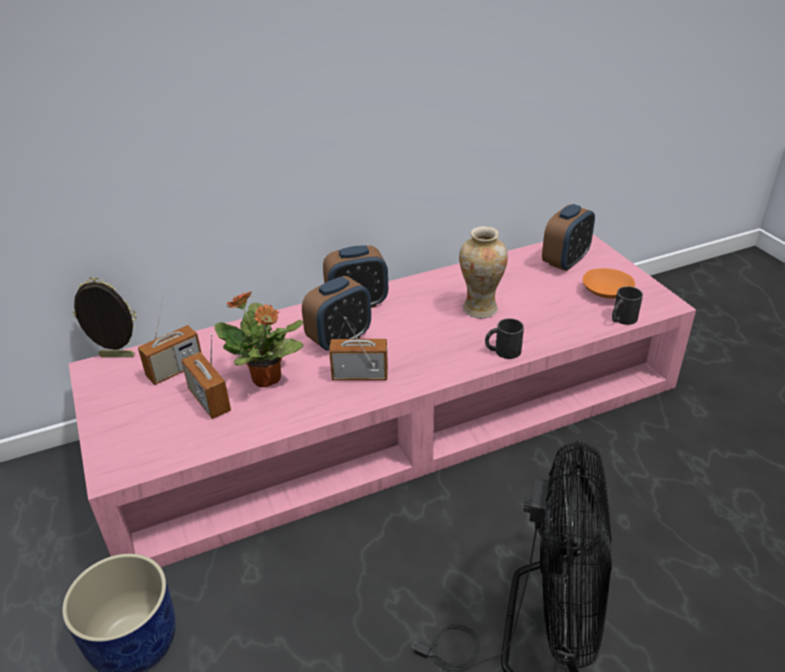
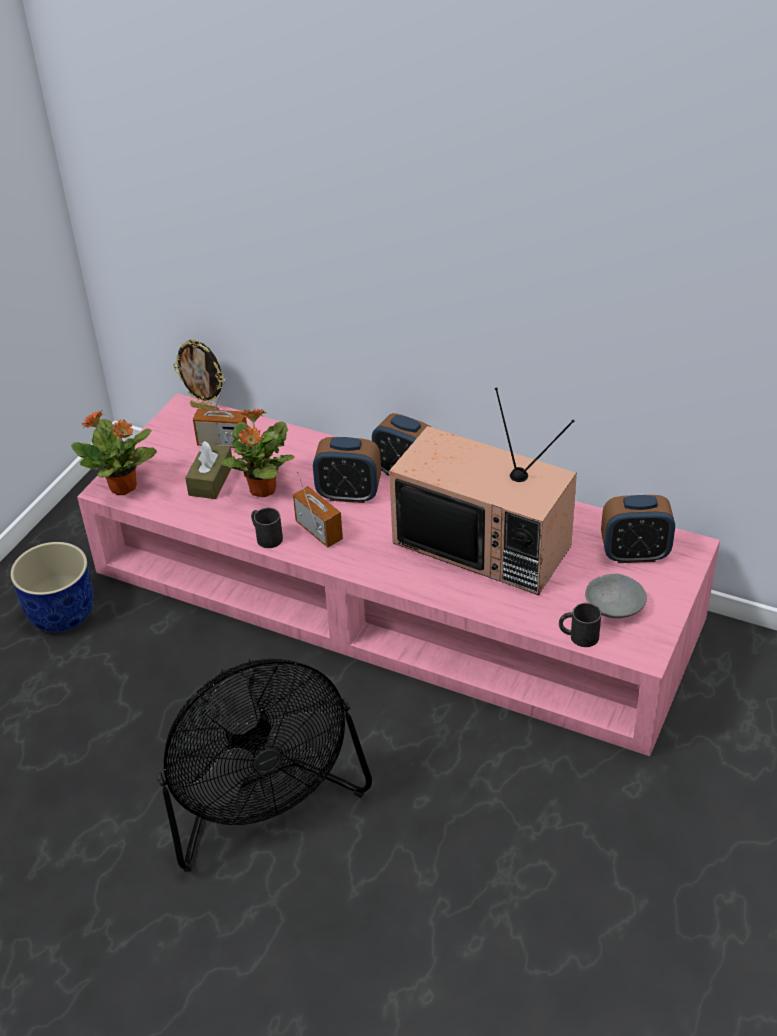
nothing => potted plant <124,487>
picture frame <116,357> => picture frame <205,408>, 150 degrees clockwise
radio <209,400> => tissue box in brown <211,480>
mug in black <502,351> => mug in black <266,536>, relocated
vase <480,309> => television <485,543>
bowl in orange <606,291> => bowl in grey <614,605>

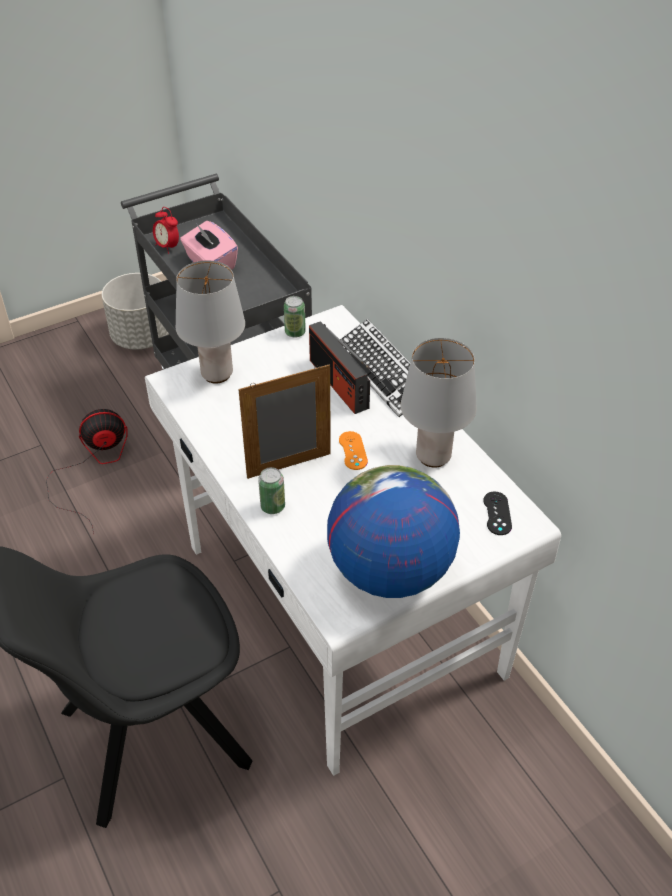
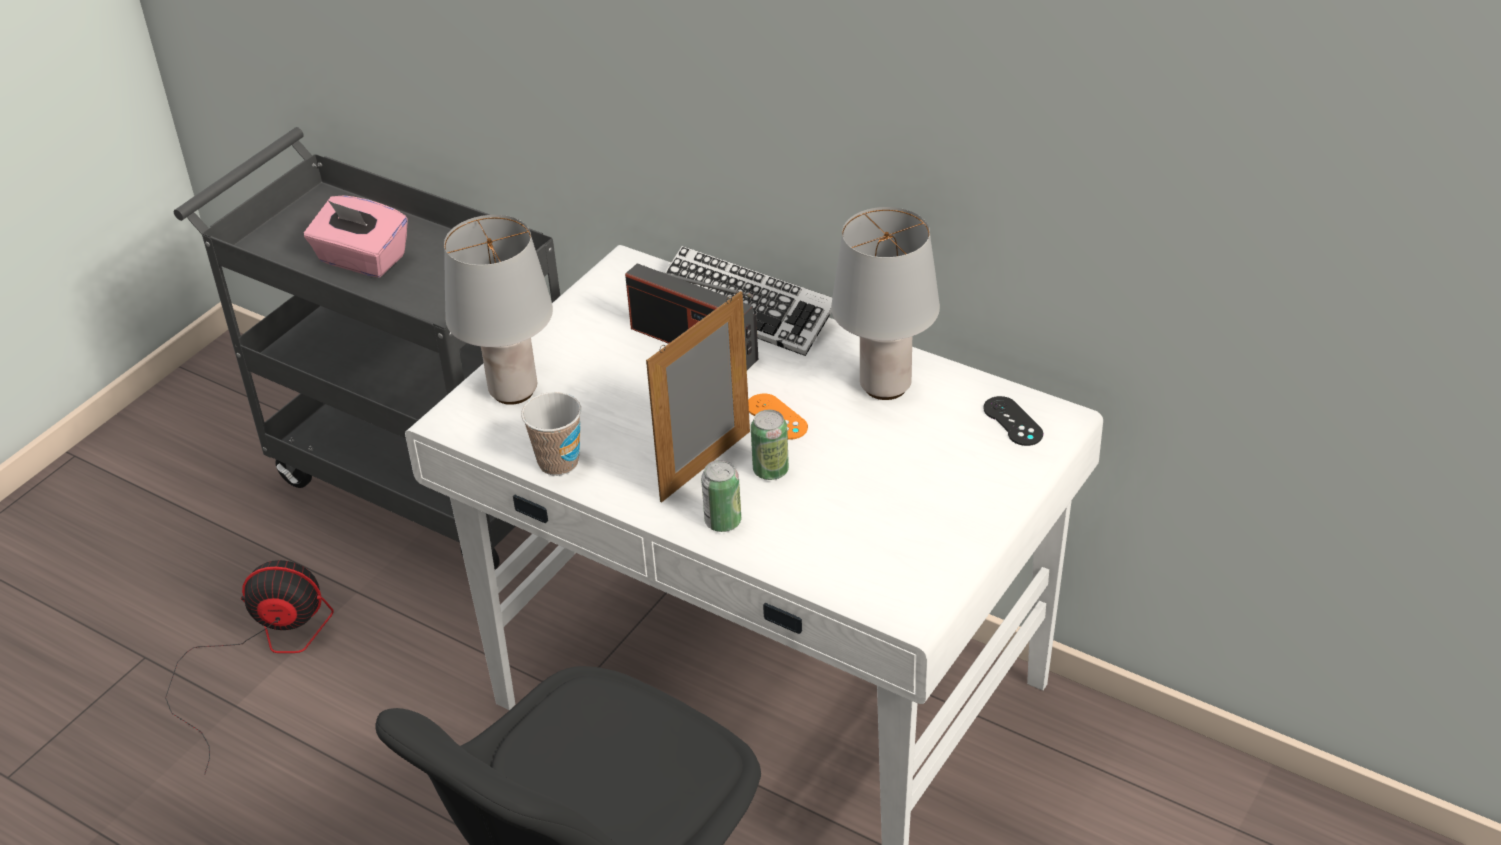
fan <93,467> => fan <259,655>, 45 degrees clockwise
nothing => cup <558,462>
can <295,332> => can <770,470>, relocated
planter in grey <140,337> => nothing
alarm clock <167,247> => nothing
globe <389,571> => nothing

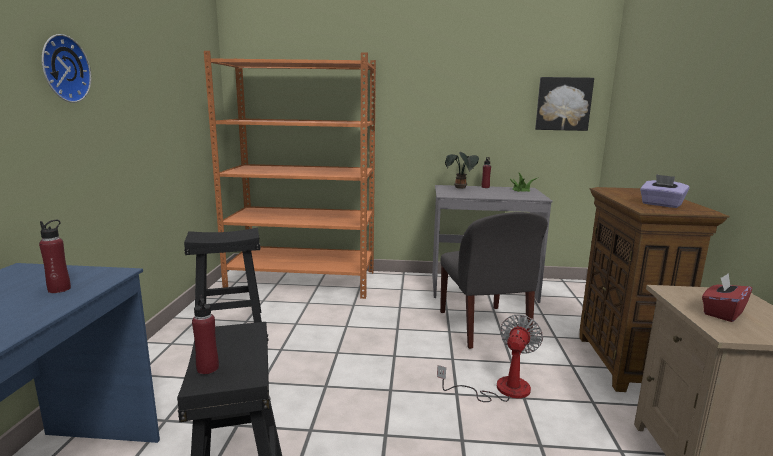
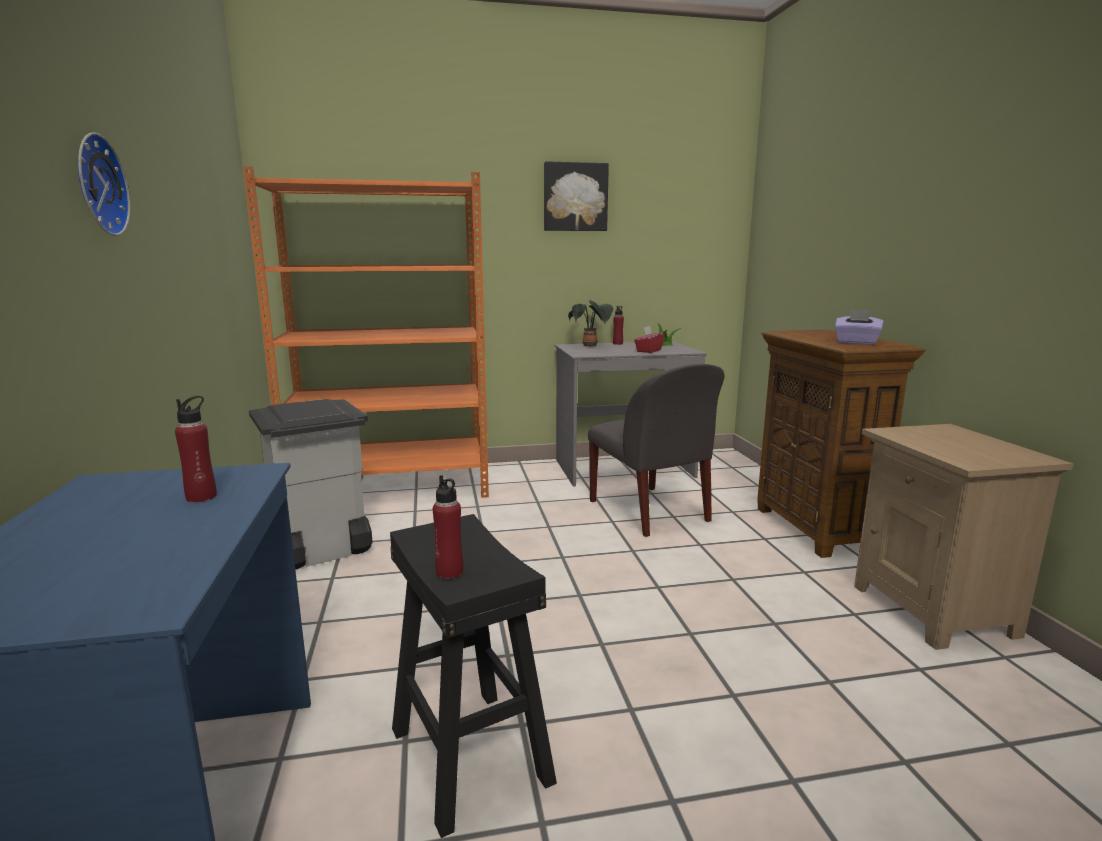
stool in black <229,324> => trash can in grey <320,550>
picture <563,104> => picture <575,197>, relocated
tissue box in red <722,313> => tissue box in red <648,351>, relocated
fan <501,389> => nothing

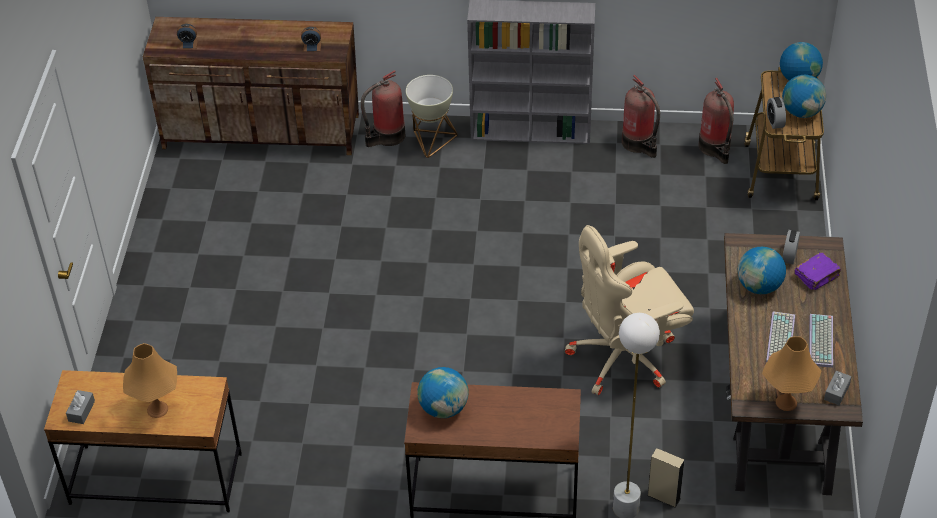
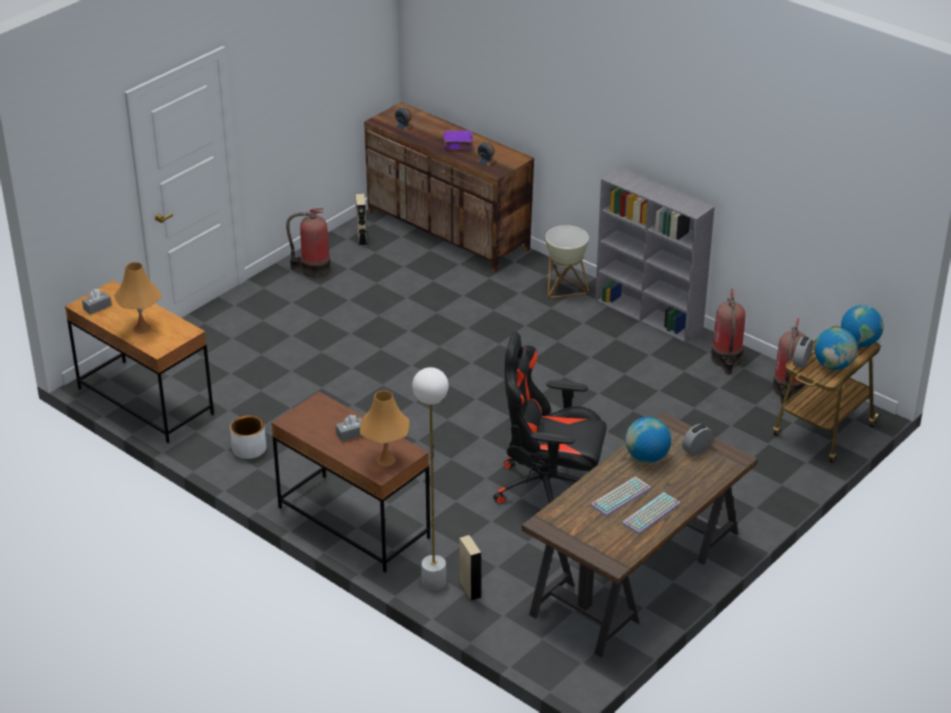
nothing => planter in white <249,449>
fire extinguisher <387,136> => fire extinguisher <313,269>, relocated
tissue box in grey <836,392> => tissue box in grey <351,434>, relocated
nothing => speaker in beige <362,239>
table lamp in orange <786,402> => table lamp in orange <385,460>, relocated
book in purple <817,276> => book in purple <458,146>, relocated
office chair in beige <629,355> => office chair in black <552,490>
globe <444,408> => nothing

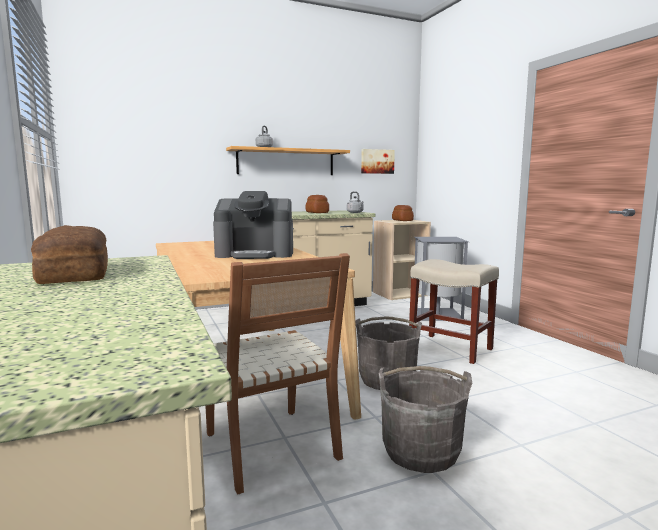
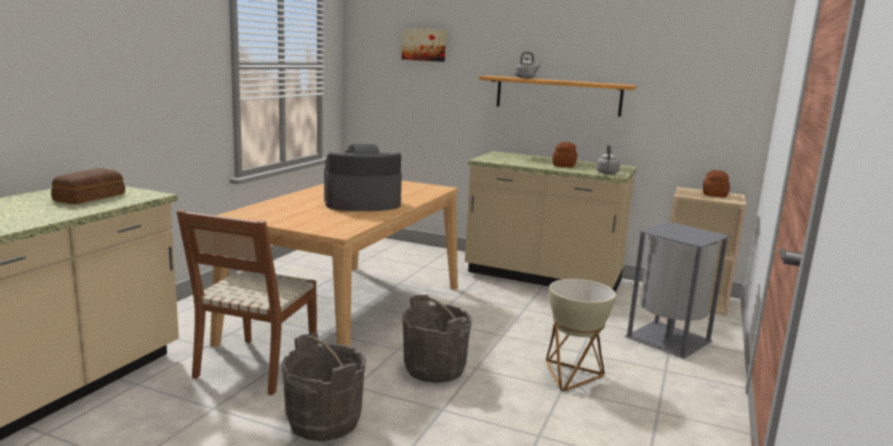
coffee machine <255,254> => coffee machine <362,203>, 120 degrees clockwise
picture <377,161> => picture <424,45>, relocated
stool in beige <451,348> => planter <572,376>

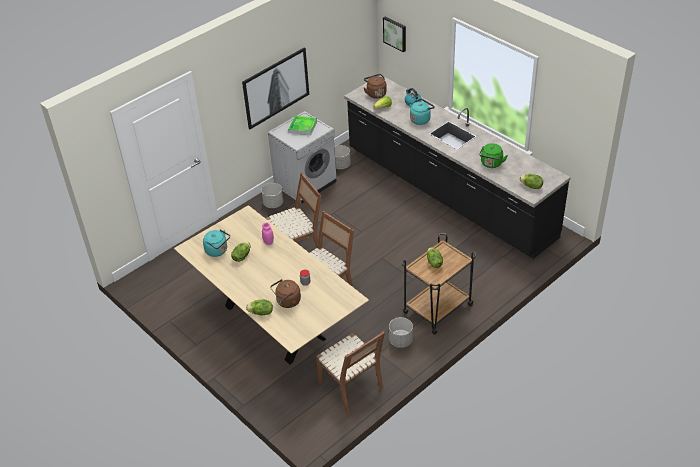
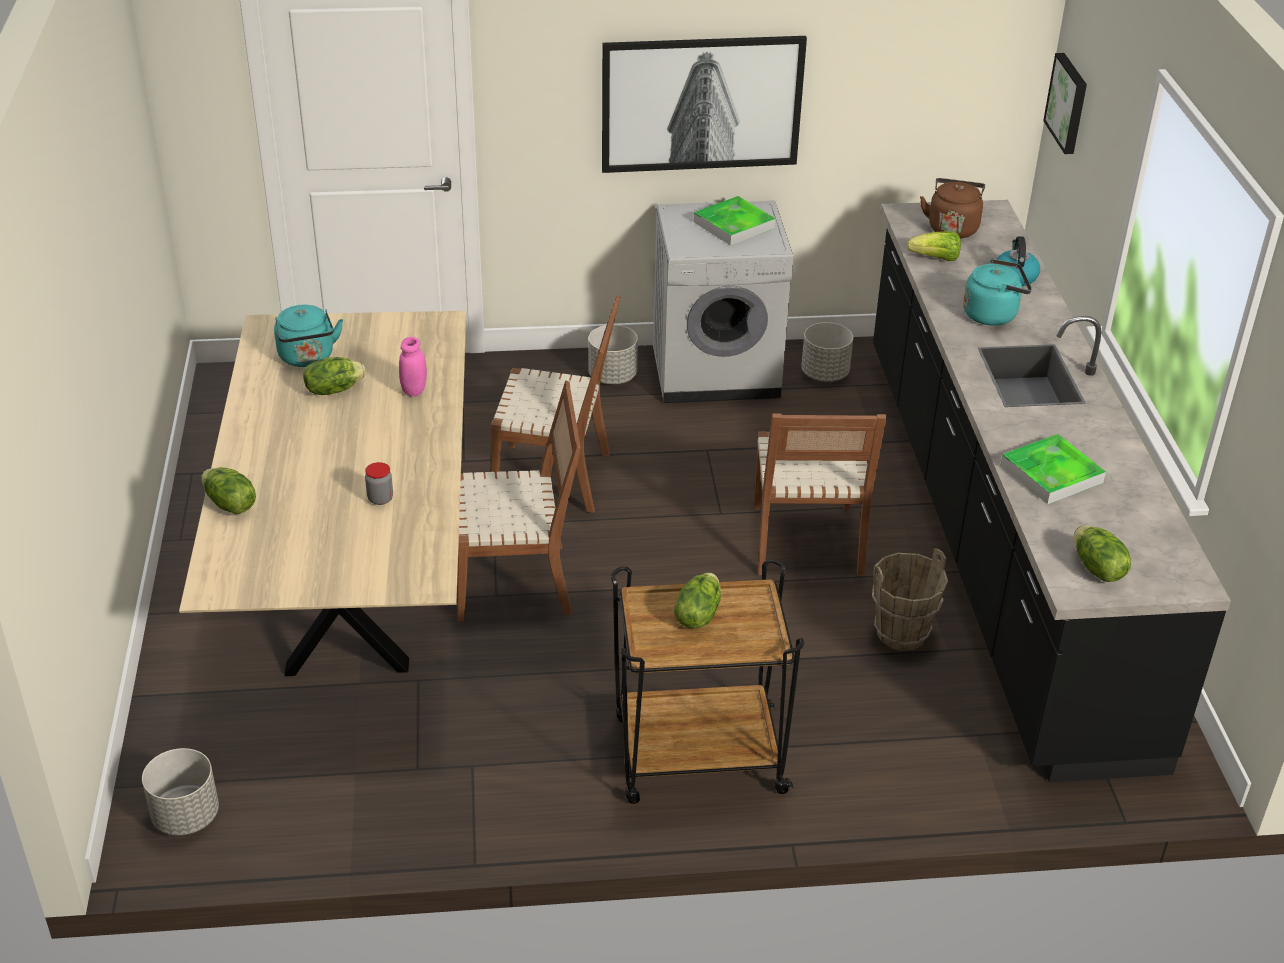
planter in grey <400,341> => planter in grey <186,816>, relocated
chair <352,388> => chair <806,545>, relocated
nothing => bucket in brown <902,634>
kettle in green <491,164> => tray <1051,474>
kettle in brown <287,302> => nothing

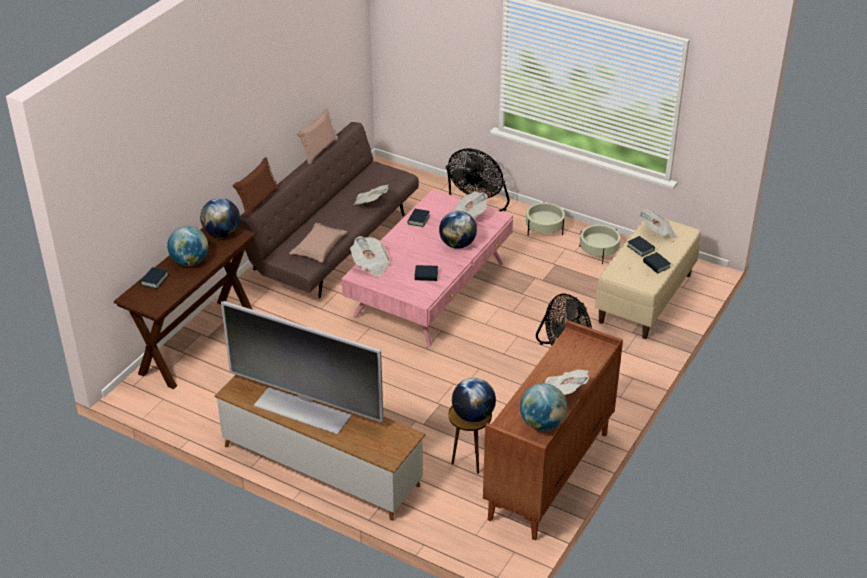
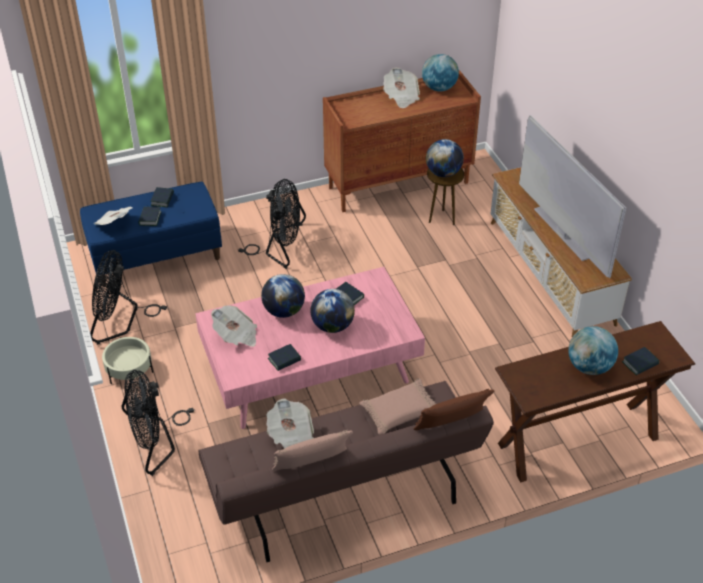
bench in beige <645,298> => bench in blue <156,256>
planter in beige <598,252> => fan in black <123,317>
globe <222,233> => globe <332,326>, relocated
newspaper <371,265> => nothing

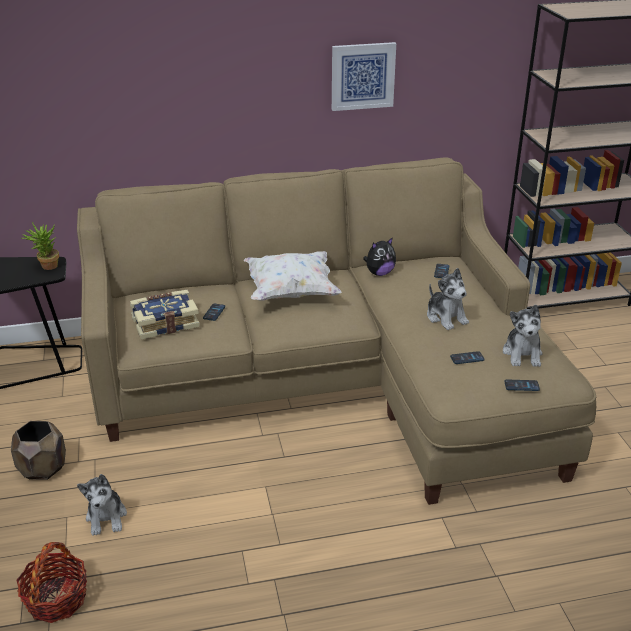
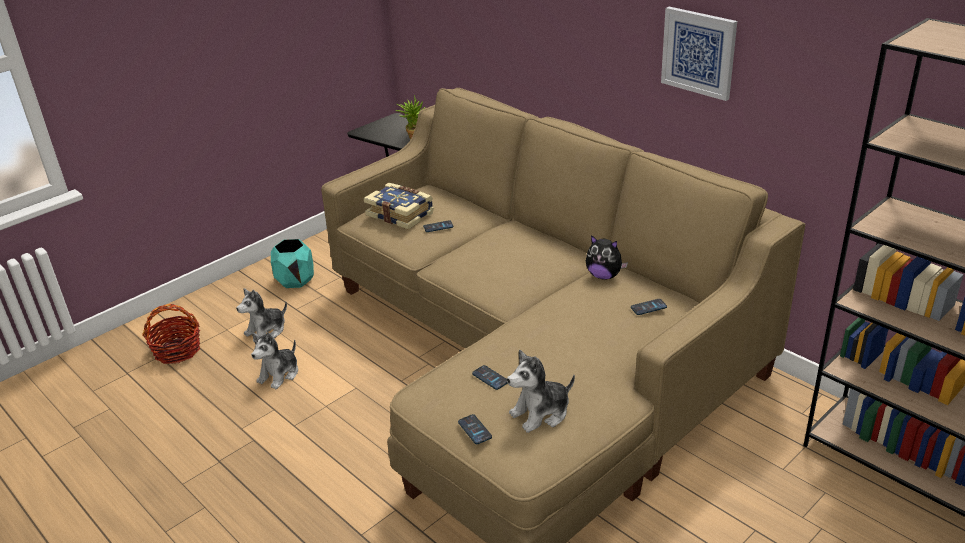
plush toy <446,317> => plush toy <279,374>, relocated
planter in brown <42,469> => planter in turquoise <295,280>
pillow in white <291,292> => nothing

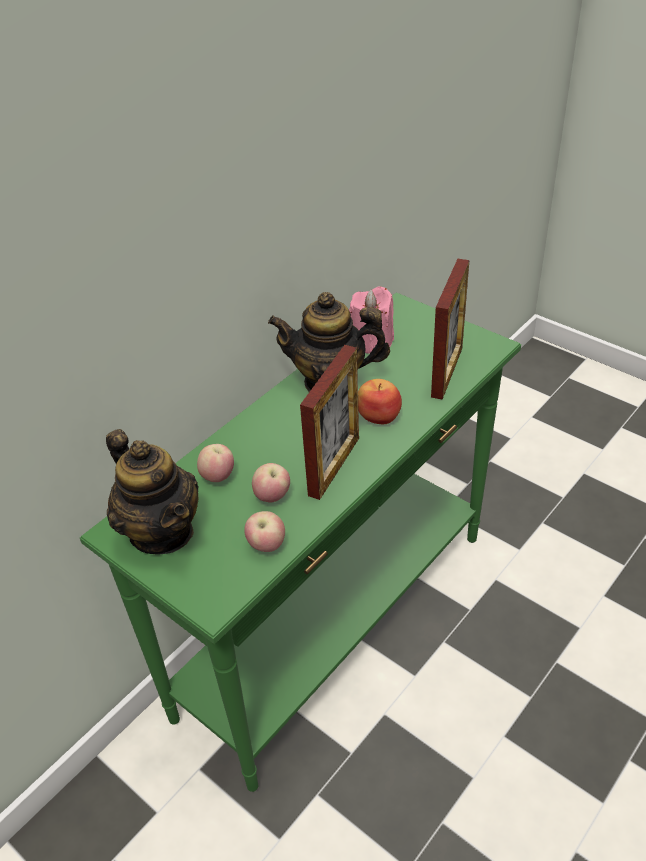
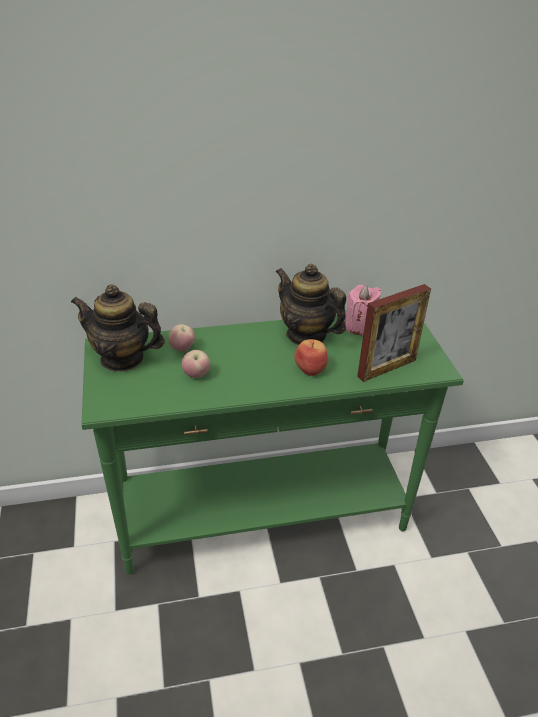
teapot <162,531> => teapot <122,358>, 105 degrees clockwise
apple <267,545> => nothing
picture frame <334,466> => nothing

